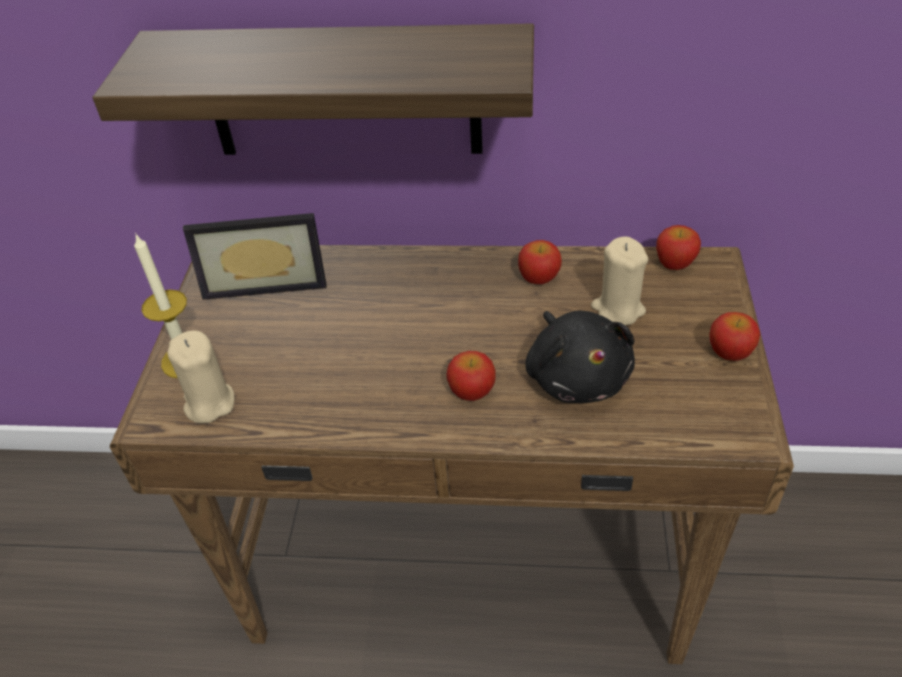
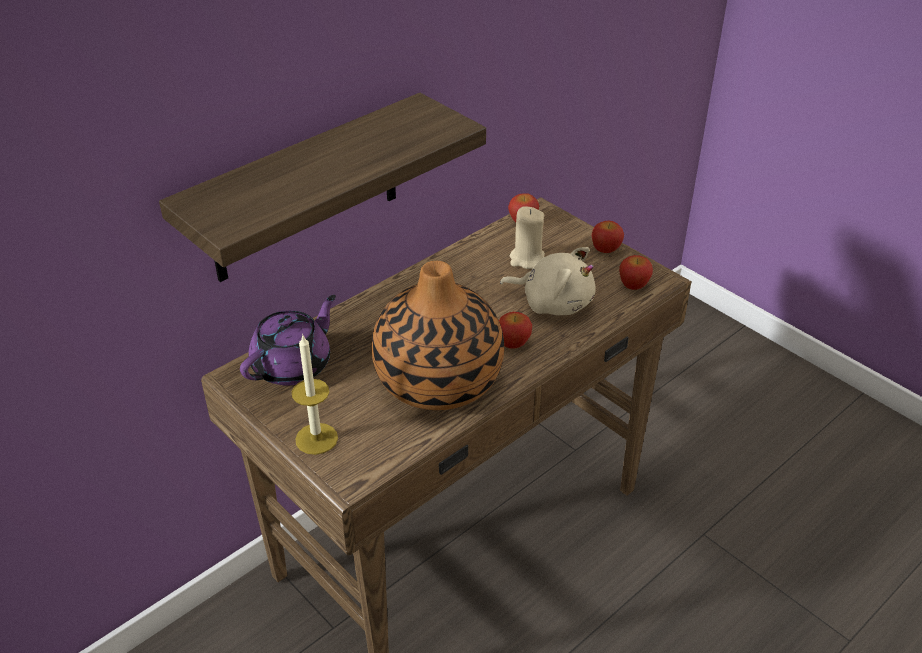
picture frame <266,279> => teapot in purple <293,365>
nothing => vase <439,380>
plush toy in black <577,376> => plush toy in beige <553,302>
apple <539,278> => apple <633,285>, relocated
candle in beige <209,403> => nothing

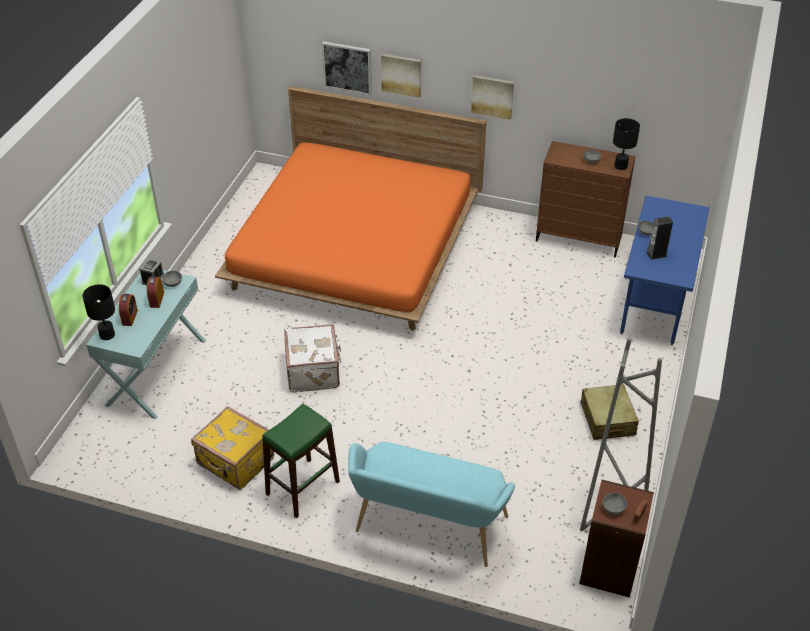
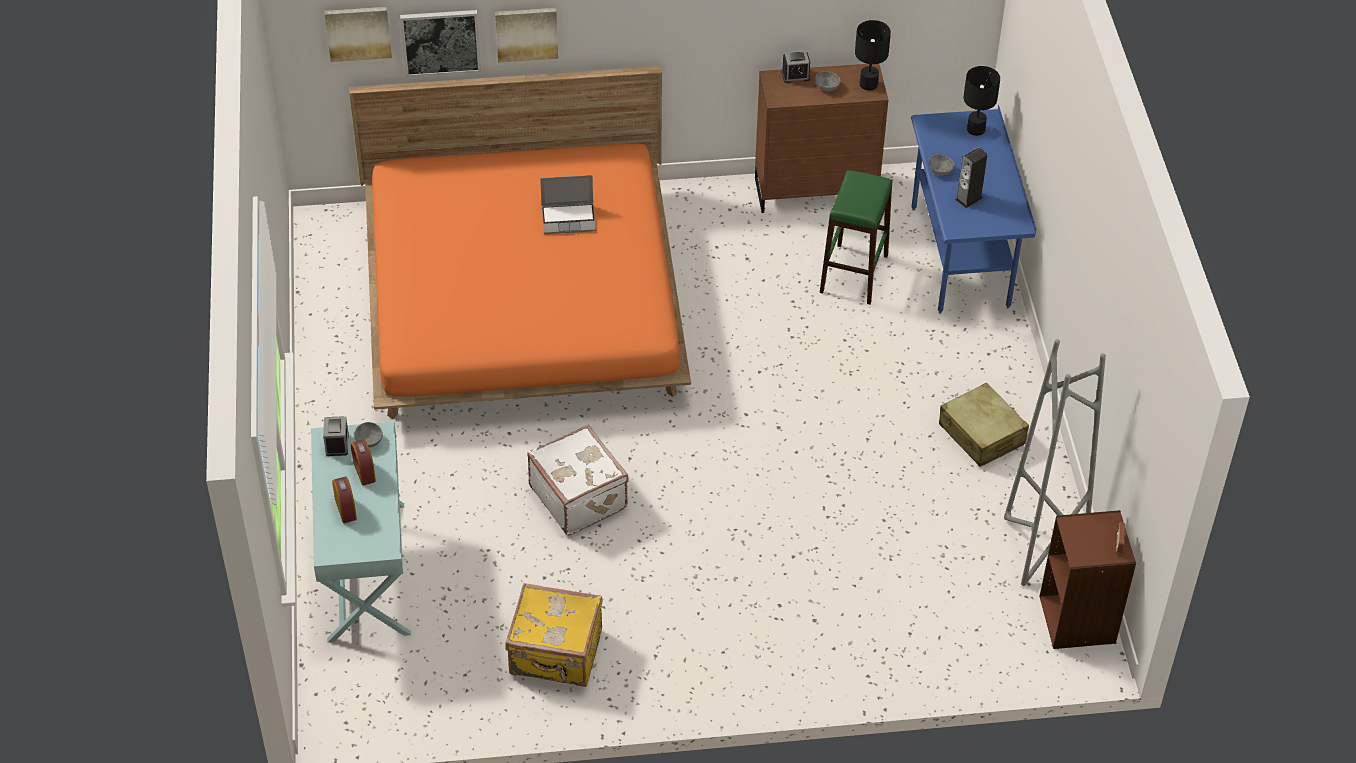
picture <492,96> => picture <358,32>, relocated
nothing => laptop <569,219>
nothing => alarm clock <795,75>
stool in green <303,487> => stool in green <853,273>, relocated
table lamp in black <107,334> => table lamp in black <976,129>, relocated
bench in turquoise <427,529> => nothing
bowl in grey <613,508> => nothing

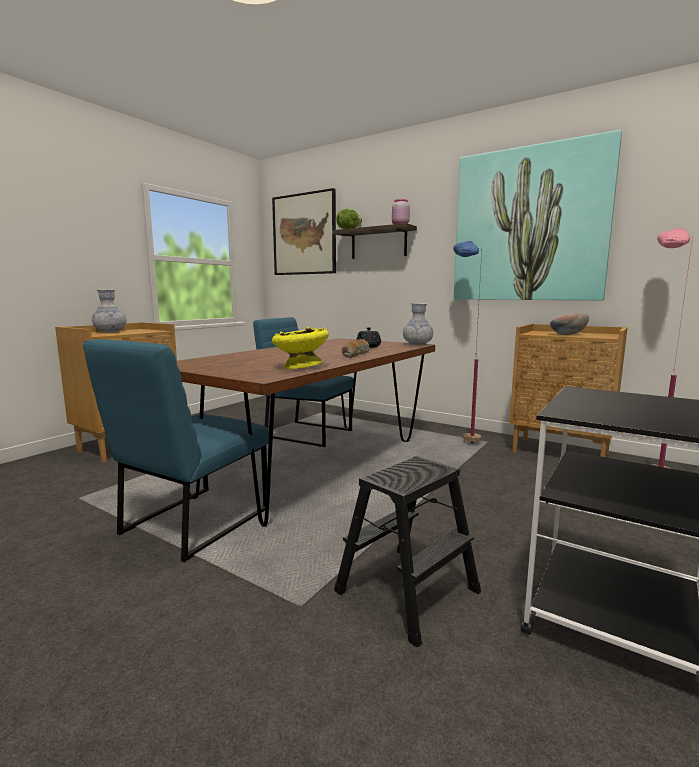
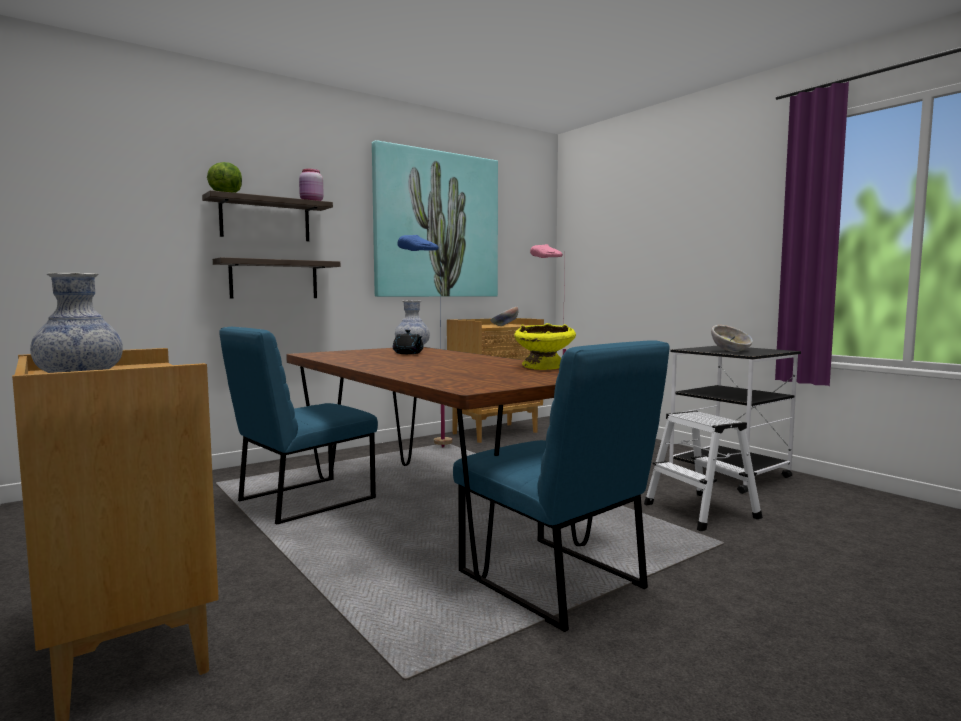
nothing => shelf <274,279>
step ladder in black <406,591> => step ladder in white <701,511>
nothing => bowl <731,351>
picture <304,234> => nothing
bread <355,354> => nothing

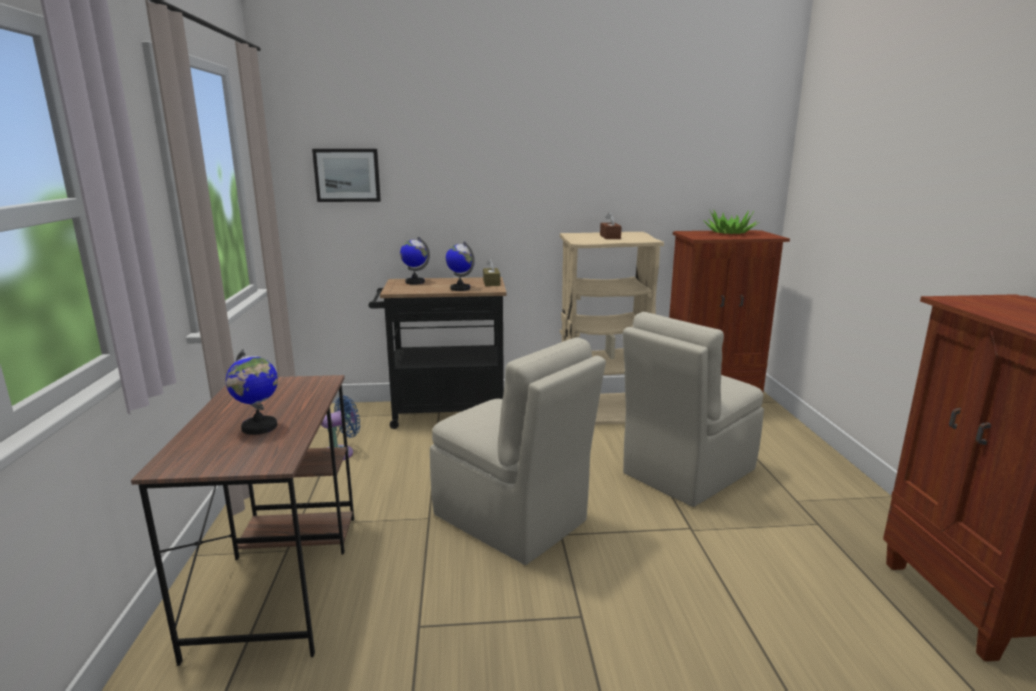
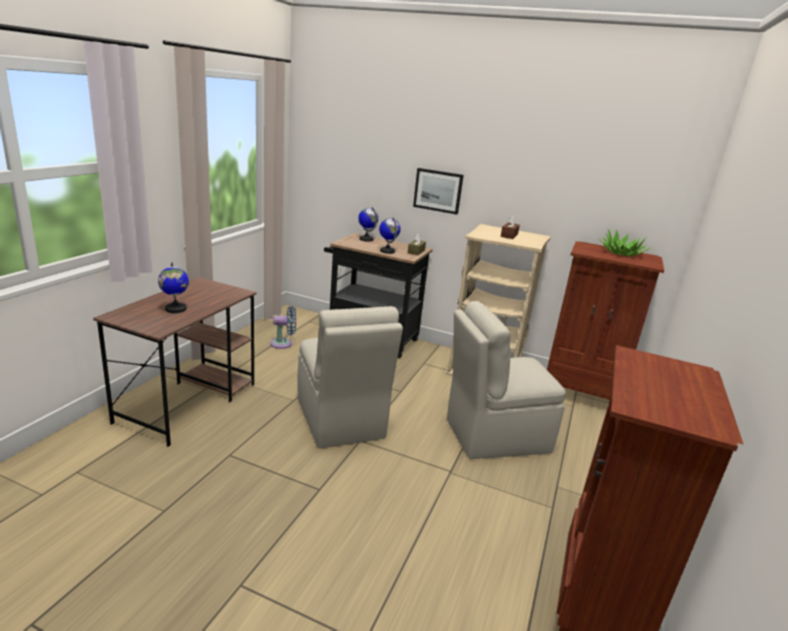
picture <347,175> => picture <438,191>, relocated

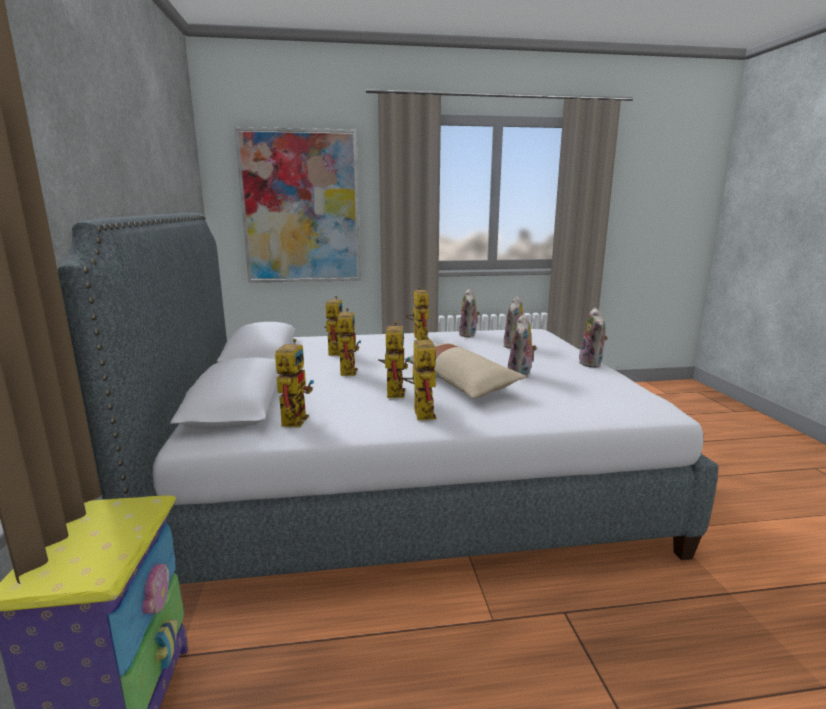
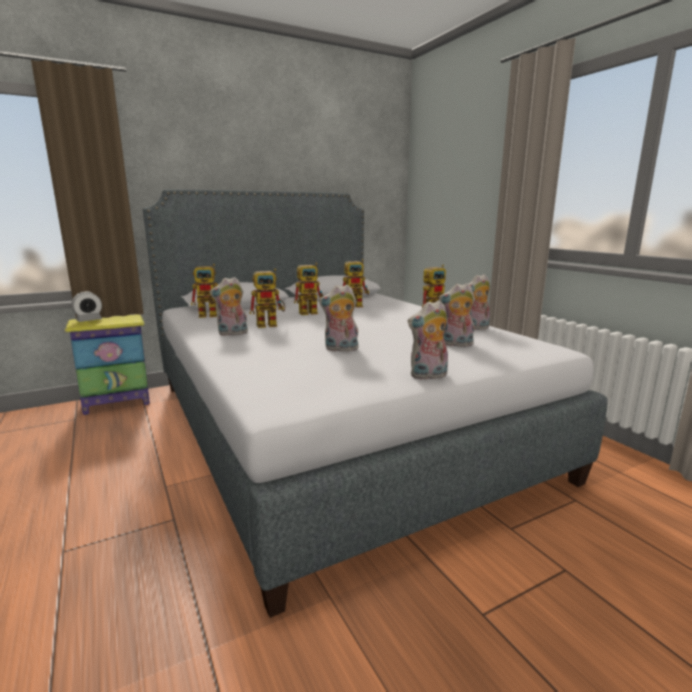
nothing => alarm clock <89,320>
toy robot <420,412> => plush toy <232,334>
picture <301,208> => nothing
pillow in beige <459,382> => nothing

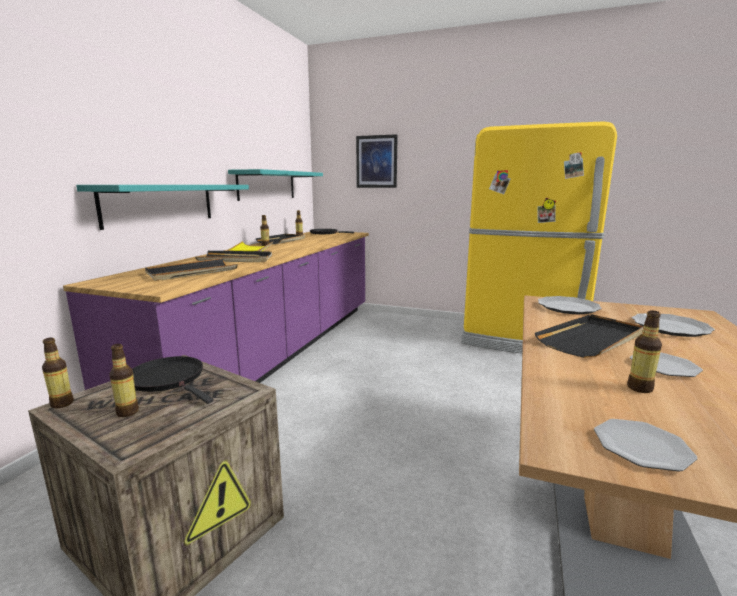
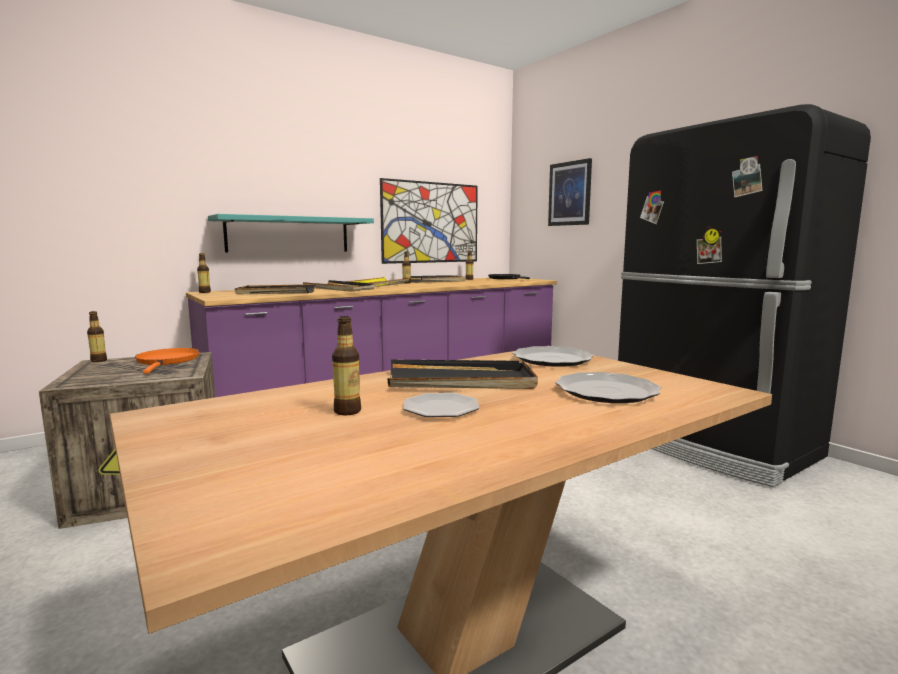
frying pan in black <169,380> => frying pan in orange <167,361>
bottle <127,412> => bottle <204,292>, relocated
shelf in turquoise <267,185> => picture <431,222>
fridge in yellow <521,339> => fridge in black <710,444>
plate <642,447> => nothing

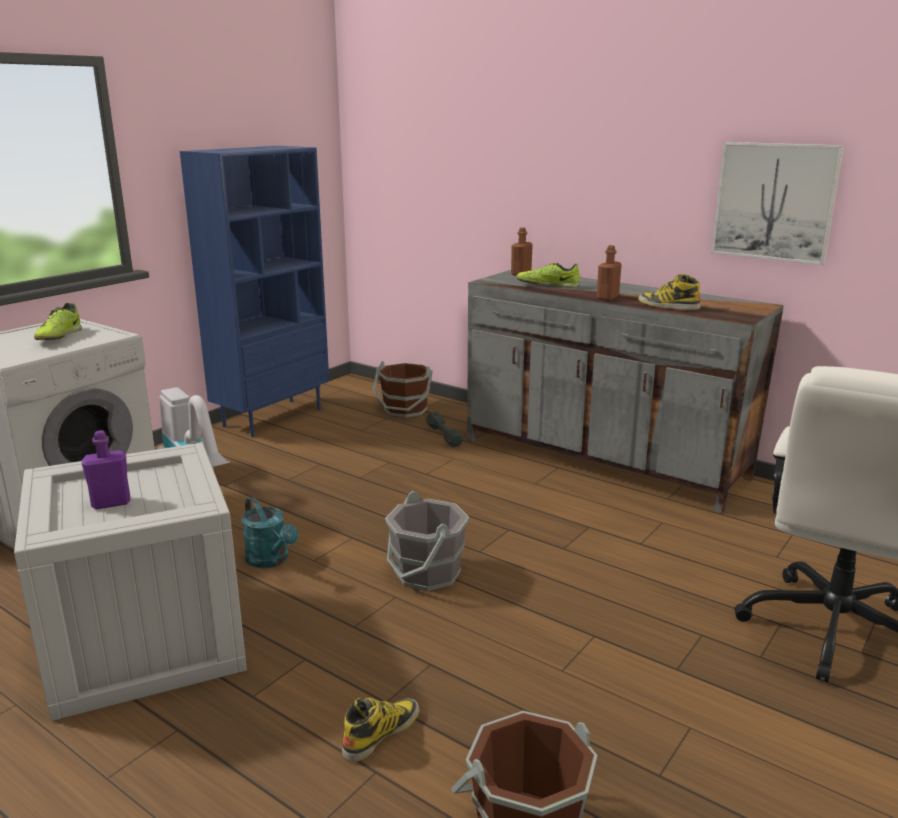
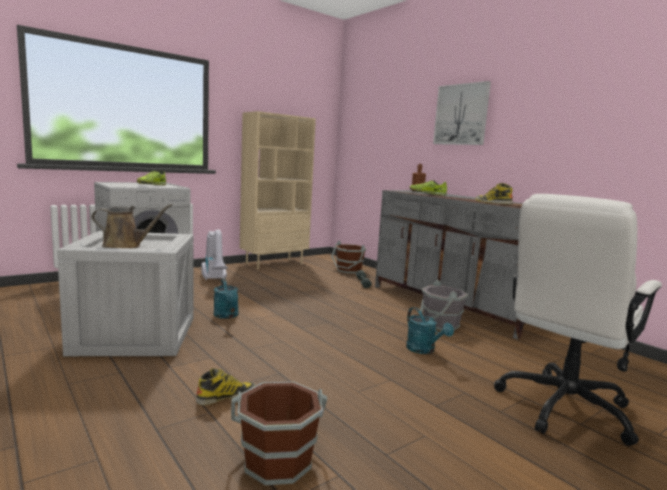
bottle in purple <111,503> => watering can in brown <125,246>
bookcase in blue <272,417> => bookcase in beige <274,264>
nothing => watering can in turquoise <424,350>
bucket in grey <426,573> => bucket in grey <440,324>, relocated
picture <774,202> => picture <461,114>, relocated
bottle in brown <607,298> => nothing

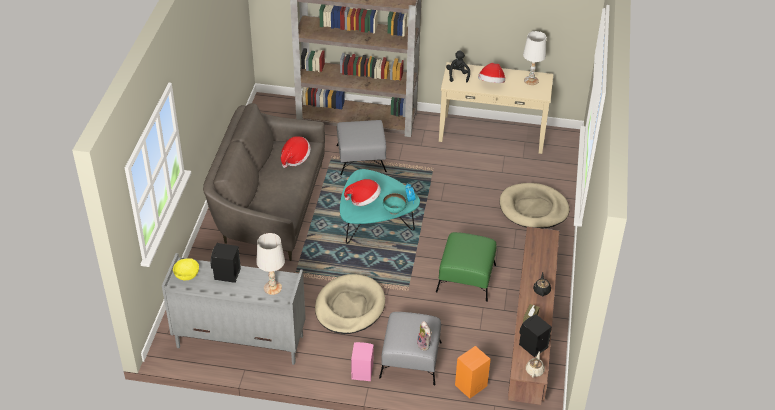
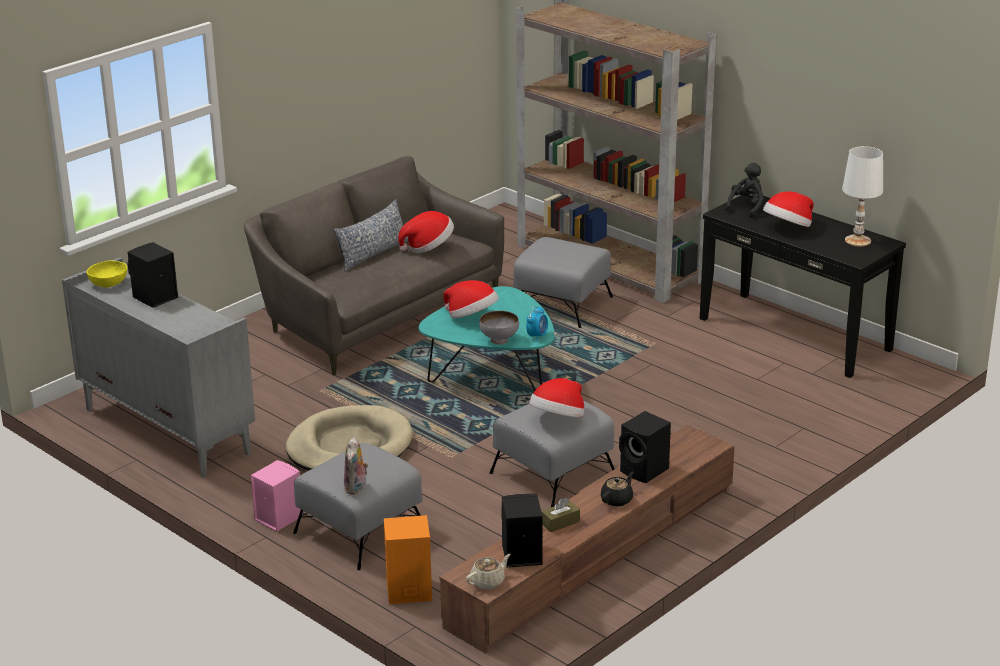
nothing => pillow <372,253>
bowl in turquoise <394,211> => bowl in grey <499,340>
ottoman in green <465,278> => ottoman in grey <552,474>
nothing => hat <558,419>
nothing => speaker in black <645,471>
console table in beige <492,134> => console table in black <795,334>
table lamp in white <272,287> => nothing
dog bed in beige <533,209> => nothing

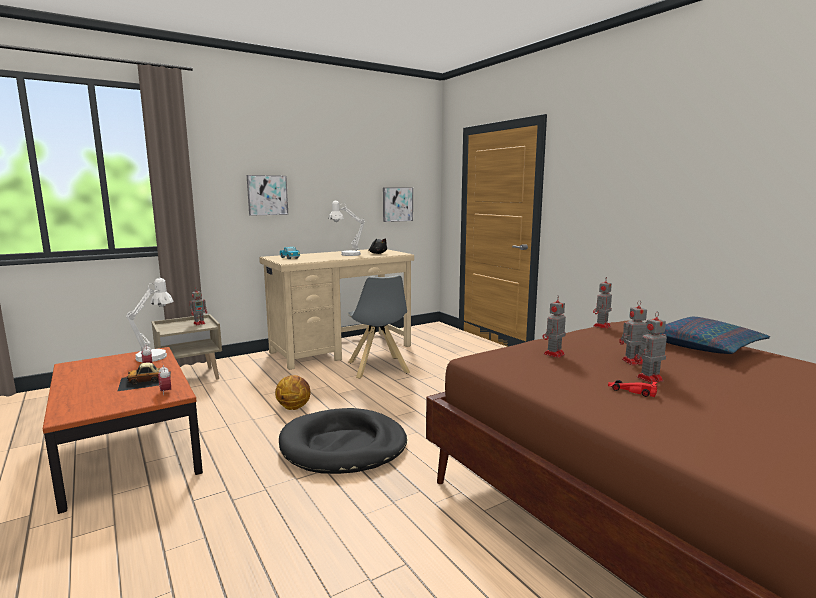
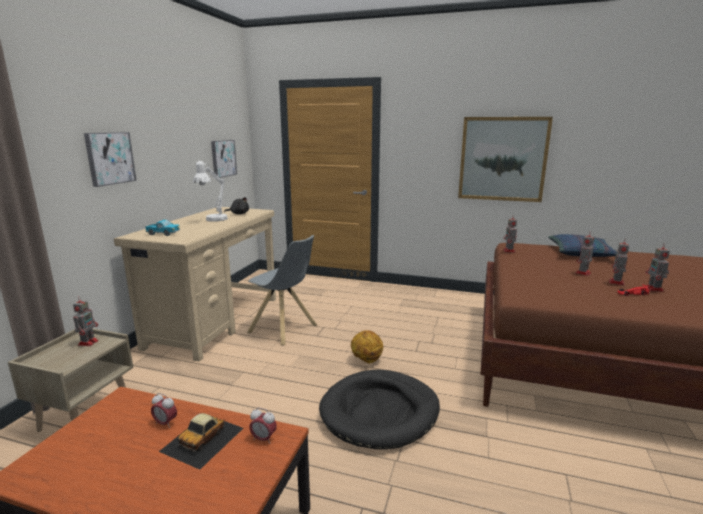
basketball <294,407> => basketball <366,360>, relocated
nothing => picture <502,159>
toy robot <553,354> => toy robot <654,289>, relocated
table lamp in white <156,355> => nothing

